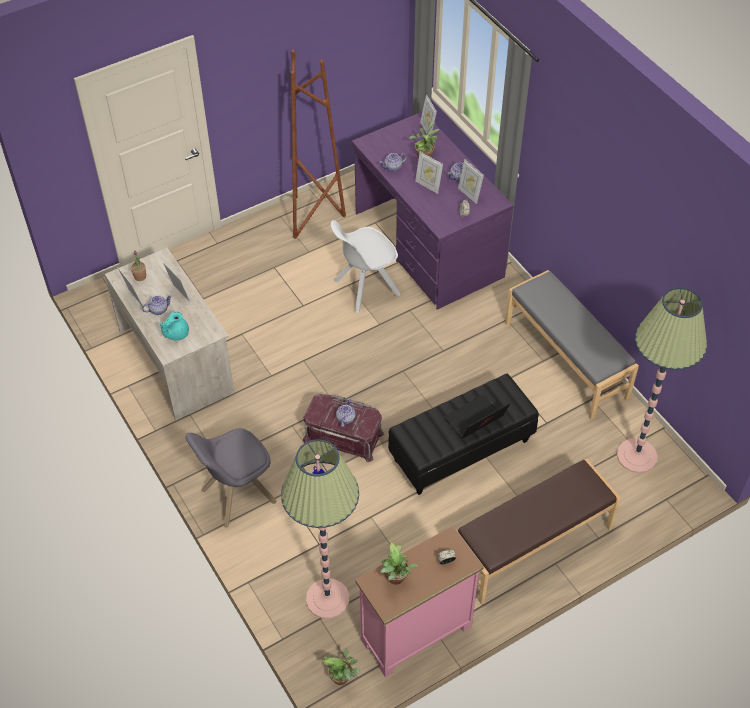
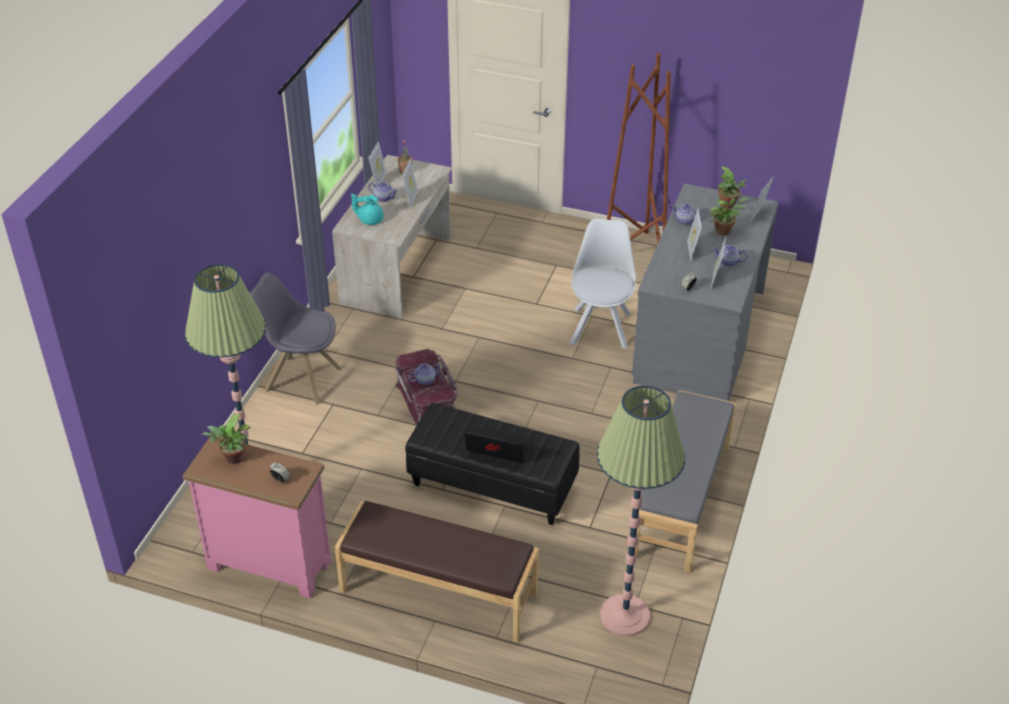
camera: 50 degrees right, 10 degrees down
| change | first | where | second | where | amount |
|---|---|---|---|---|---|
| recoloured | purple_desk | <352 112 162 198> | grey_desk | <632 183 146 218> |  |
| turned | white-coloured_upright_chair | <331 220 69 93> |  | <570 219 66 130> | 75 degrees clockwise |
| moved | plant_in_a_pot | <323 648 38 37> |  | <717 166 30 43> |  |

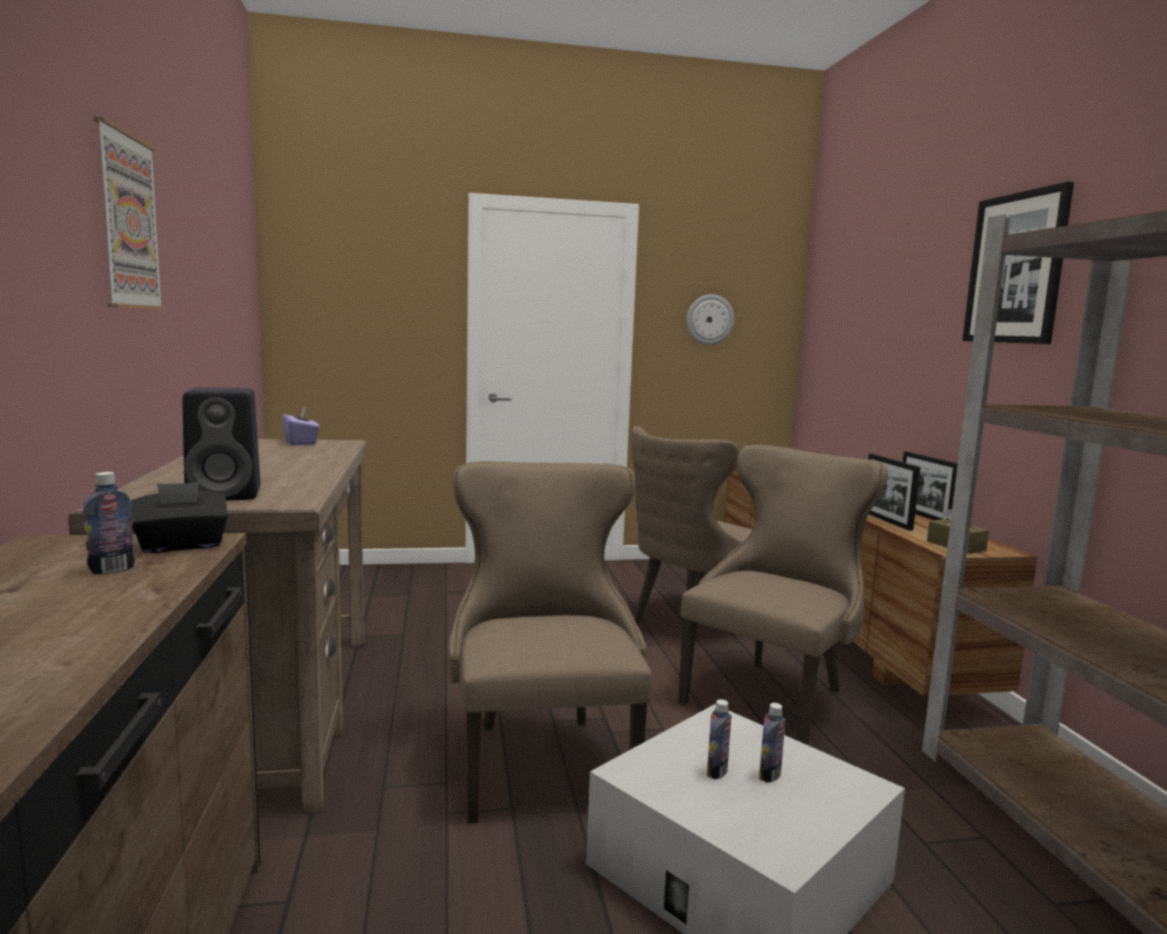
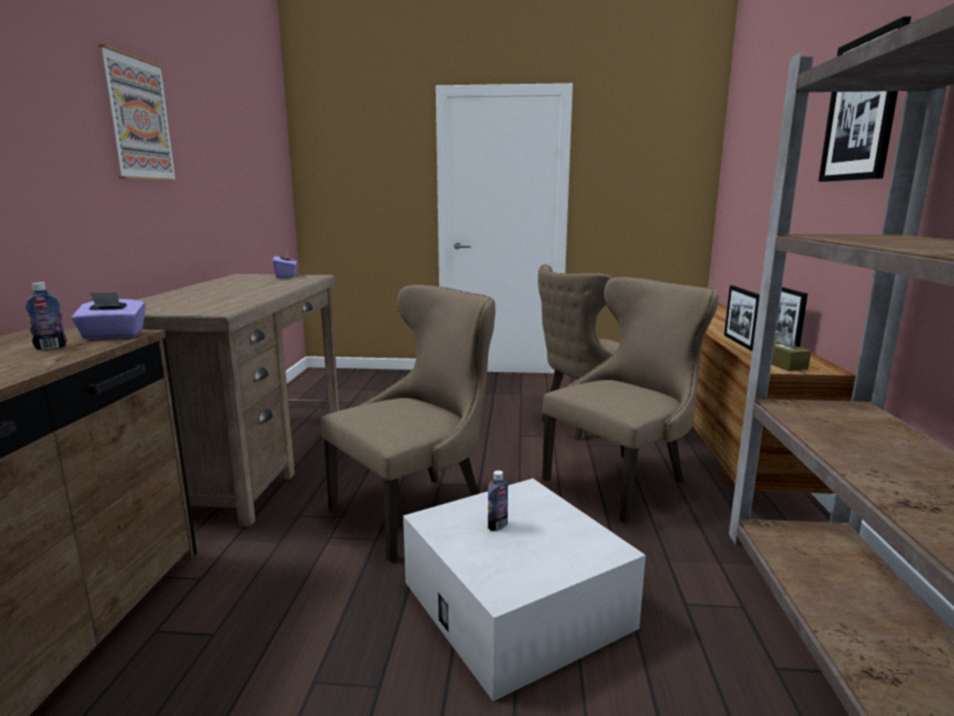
camera: 15 degrees right, 5 degrees up
| change | first | where | second | where | amount |
|---|---|---|---|---|---|
| removed | wall_clock | <686 294 48 51> |  |  |  |
| removed | blackish_loudspeaker | <182 387 78 113> |  |  |  |
| turned | beige_upright_chair | <447 461 205 363> |  | <321 284 174 278> | 45 degrees clockwise |
| recoloured | blackish_tissue_box | <131 482 97 71> | purple_tissue_box | <71 292 75 47> |  |
| removed | drink_bottle | <759 703 27 80> |  |  |  |

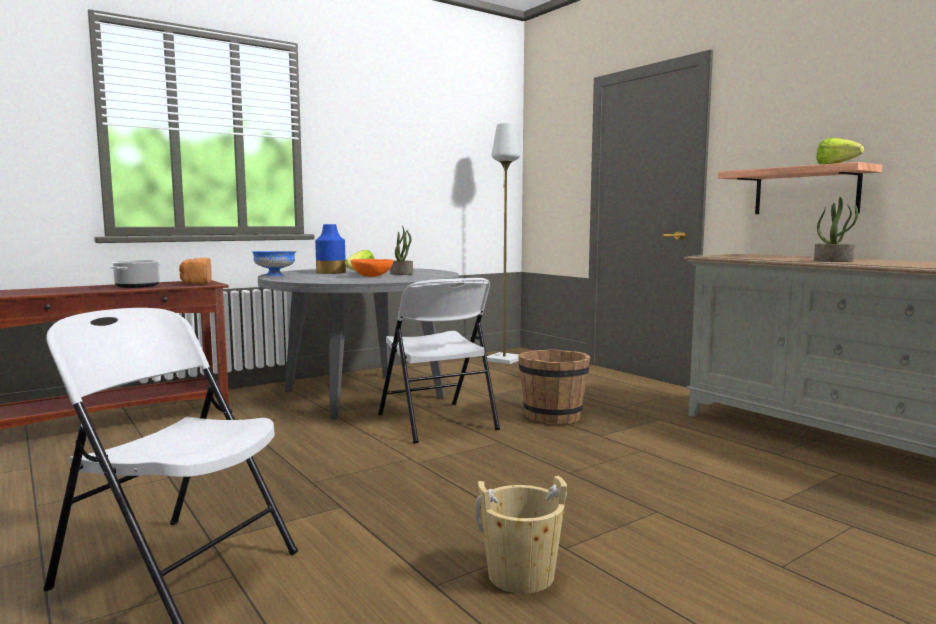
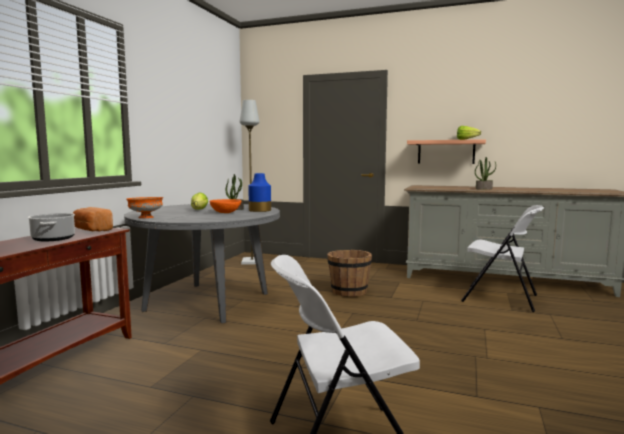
camera: 35 degrees left, 0 degrees up
| change | first | where | second | where | amount |
|---|---|---|---|---|---|
| moved | blue_flower_vase | <315 224 31 50> |  | <248 173 23 39> |  |
| recoloured | blue_deep_dish | <252 251 44 25> | orange-coloured_deep_dish | <127 197 36 21> |  |
| moved | white-coloured_upright_chair | <378 278 122 166> |  | <461 205 83 107> |  |
| removed | beige_bucket | <476 476 91 118> |  |  |  |

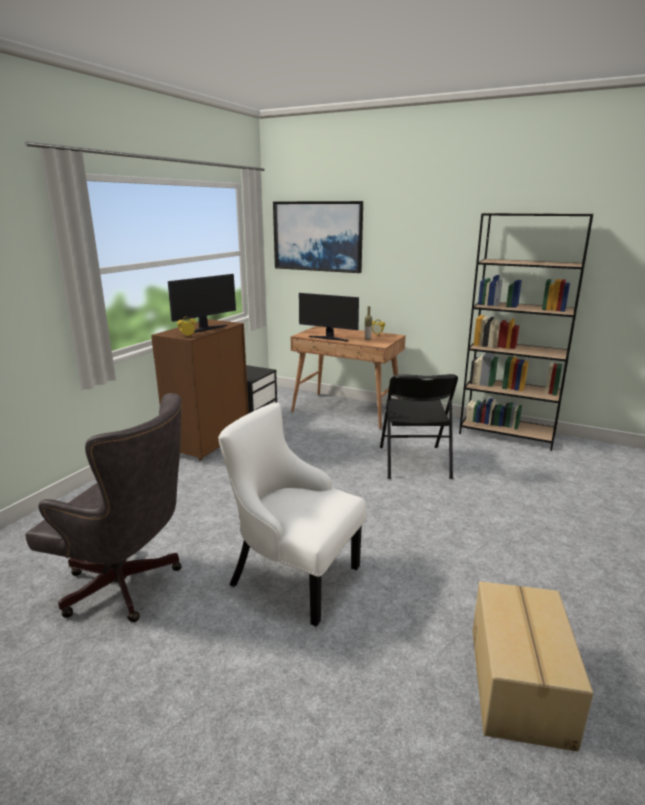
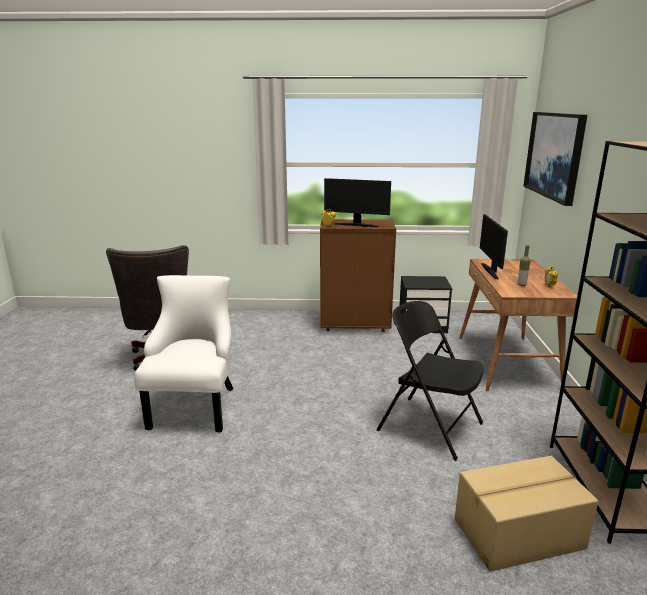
camera: 65 degrees right, 0 degrees up
| change | first | where | second | where | amount |
|---|---|---|---|---|---|
| turned | blackish_upright_chair | <380 374 78 105> |  | <377 301 106 160> | 60 degrees clockwise |
| moved | packing_box | <473 581 120 171> |  | <455 456 143 116> |  |

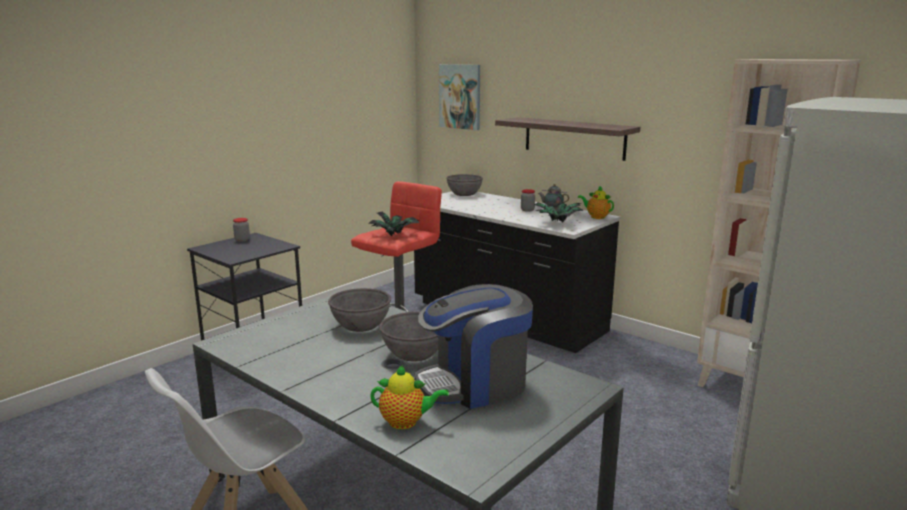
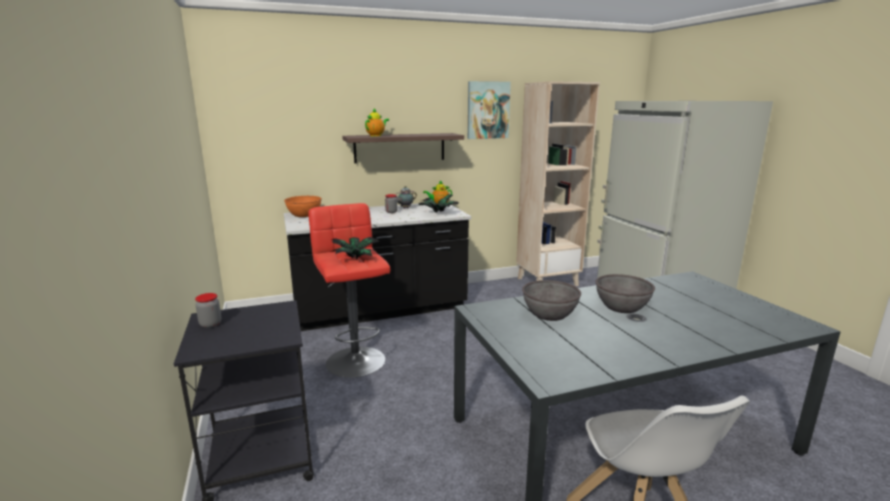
camera: 60 degrees left, 0 degrees up
| change | first | where | second | where | amount |
|---|---|---|---|---|---|
| moved | wall_art | <439 64 41 66> |  | <468 81 43 58> |  |
| recoloured | grey_deep_dish | <446 174 37 22> | orange-coloured_deep_dish | <284 196 38 21> |  |
| removed | coffee_brewer | <415 284 118 125> |  |  |  |
| moved | teapot | <370 365 79 64> |  | <365 108 24 28> |  |

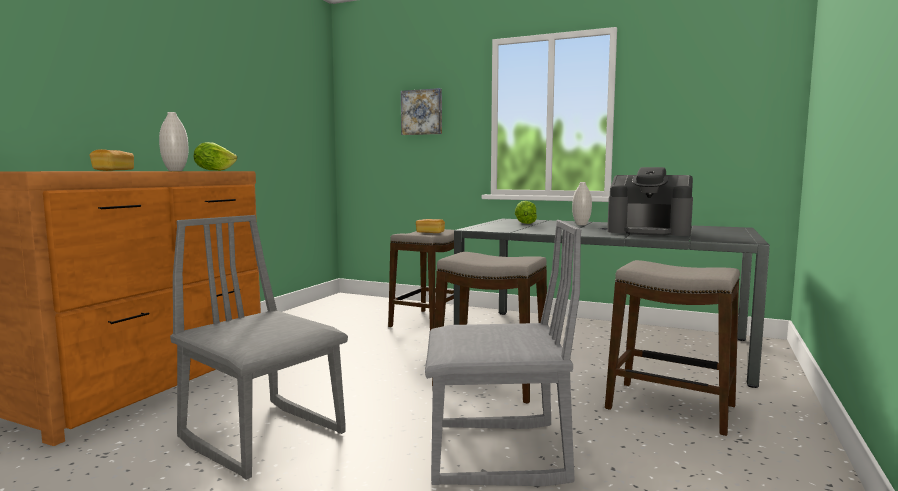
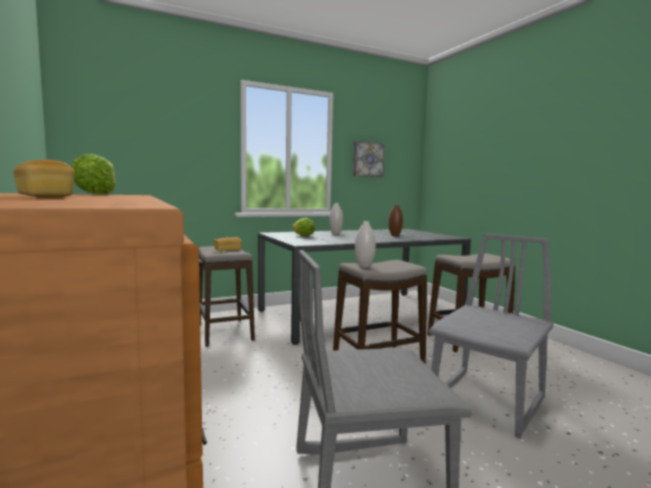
camera: 50 degrees left, 0 degrees up
| change | first | where | second | where | amount |
|---|---|---|---|---|---|
| moved | wall_art | <401 88 41 47> |  | <353 141 32 36> |  |
| moved | white-coloured_flower_vase | <159 112 29 59> |  | <355 221 21 47> |  |
| replaced | coffee_brewer | <607 167 86 69> | brownish_flower_vase | <389 204 14 32> |  |

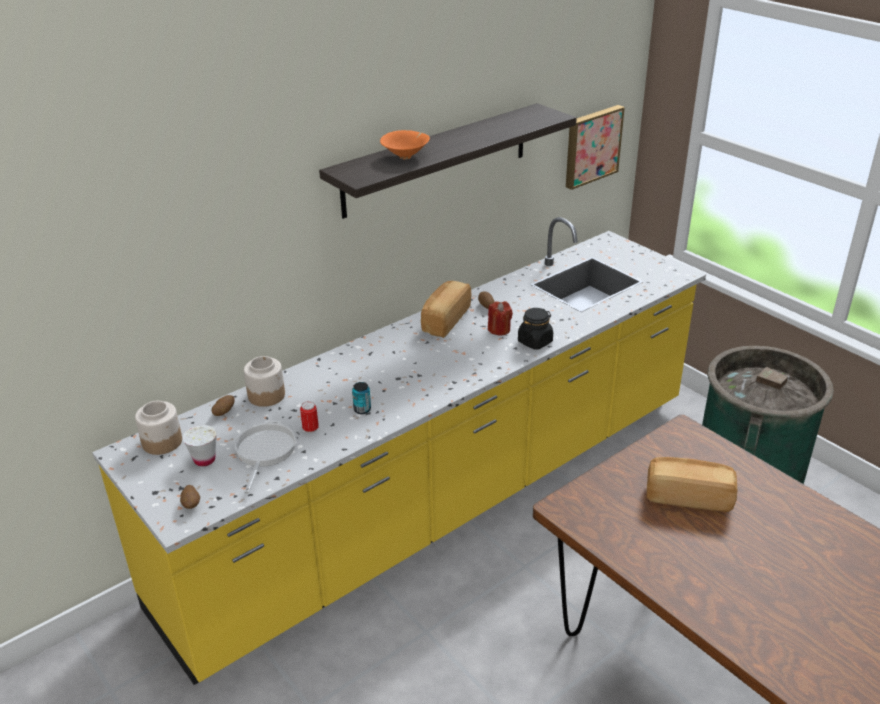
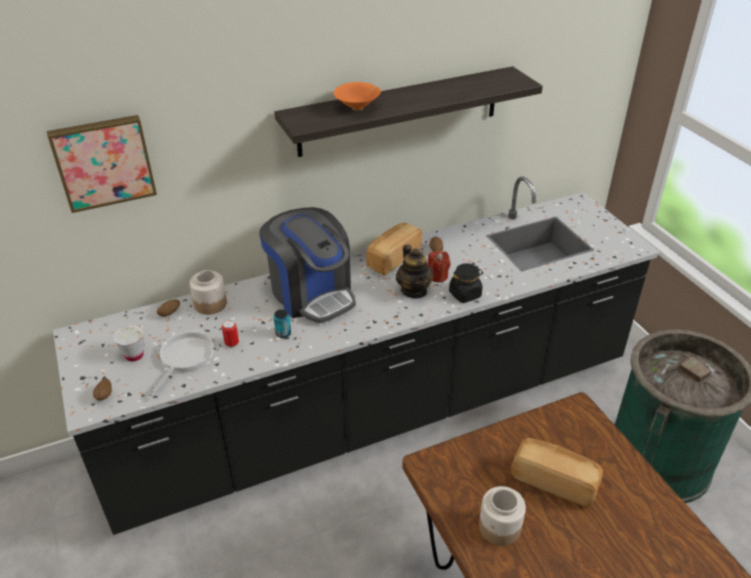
camera: 15 degrees right, 5 degrees up
| change | first | where | second | where | amount |
|---|---|---|---|---|---|
| moved | wall_art | <566 105 59 85> |  | <47 115 110 98> |  |
| recoloured | yellow_kitchen_base_unit | <92 217 614 468> | blackish_kitchen_base_unit | <53 176 607 359> |  |
| moved | storage_jar | <135 401 47 54> |  | <479 486 47 60> |  |
| added |  |  | coffee_brewer | <259 207 97 116> |  |
| added |  |  | teapot | <396 244 38 55> |  |

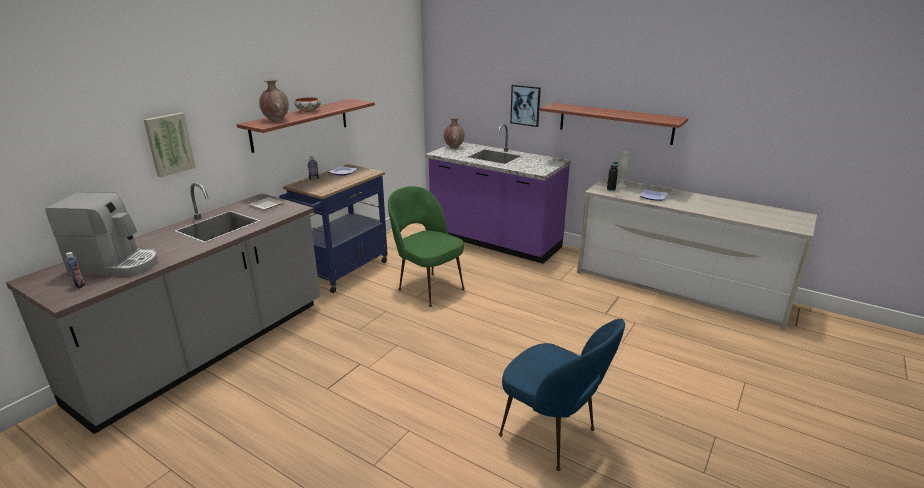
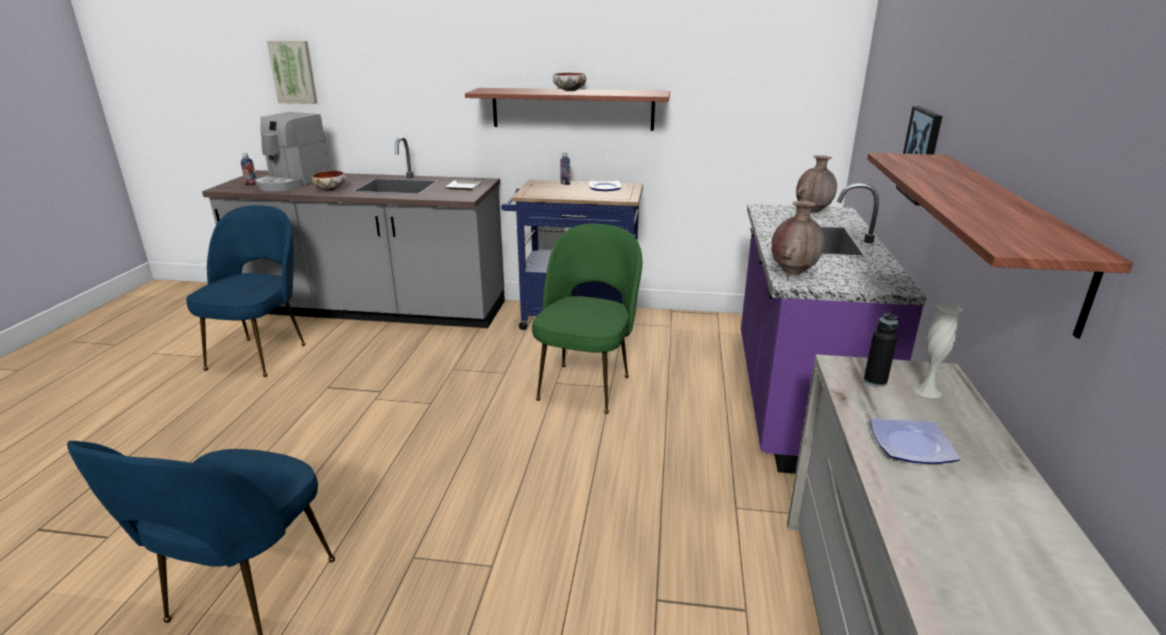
camera: 65 degrees right, 0 degrees up
| change | first | where | second | where | amount |
|---|---|---|---|---|---|
| moved | brownish_flower_vase | <259 79 30 42> |  | <771 201 54 74> |  |
| moved | wall_art | <143 113 53 64> |  | <267 41 50 63> |  |
| turned | coffee_brewer | <45 192 113 84> |  | <255 112 74 80> | 45 degrees clockwise |
| added |  |  | deep_dish | <311 171 35 20> |  |
| added |  |  | blue_upright_chair | <186 205 120 172> |  |

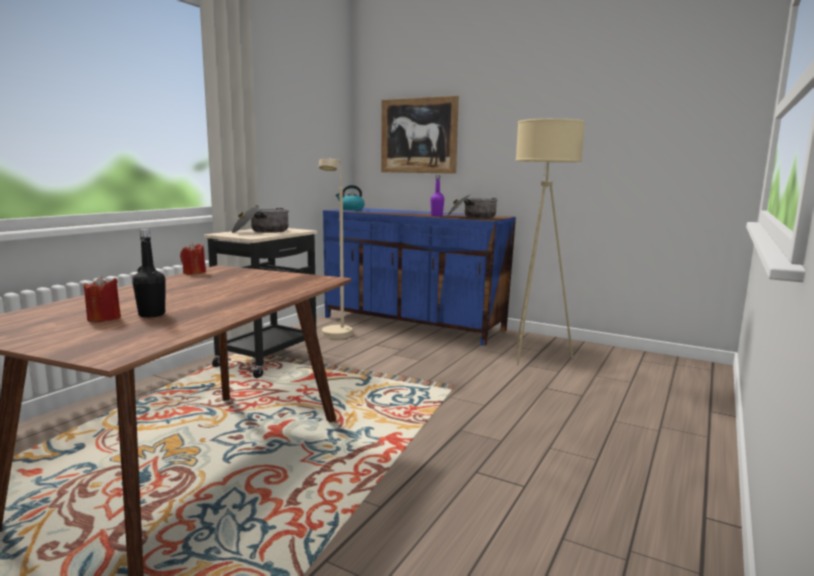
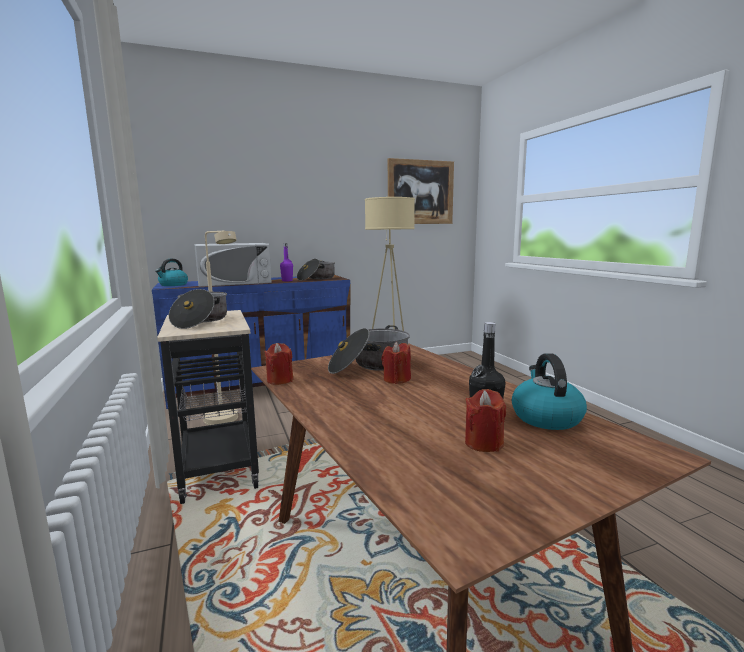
camera: 50 degrees left, 0 degrees up
| change | first | where | second | where | amount |
|---|---|---|---|---|---|
| moved | wall_art | <381 96 78 78> |  | <388 158 66 66> |  |
| added |  |  | white-coloured_microwave_oven | <194 243 78 44> |  |
| added |  |  | saucepot | <328 325 82 49> |  |
| added |  |  | red_candle | <381 342 30 42> |  |
| added |  |  | kettle | <512 353 75 77> |  |

